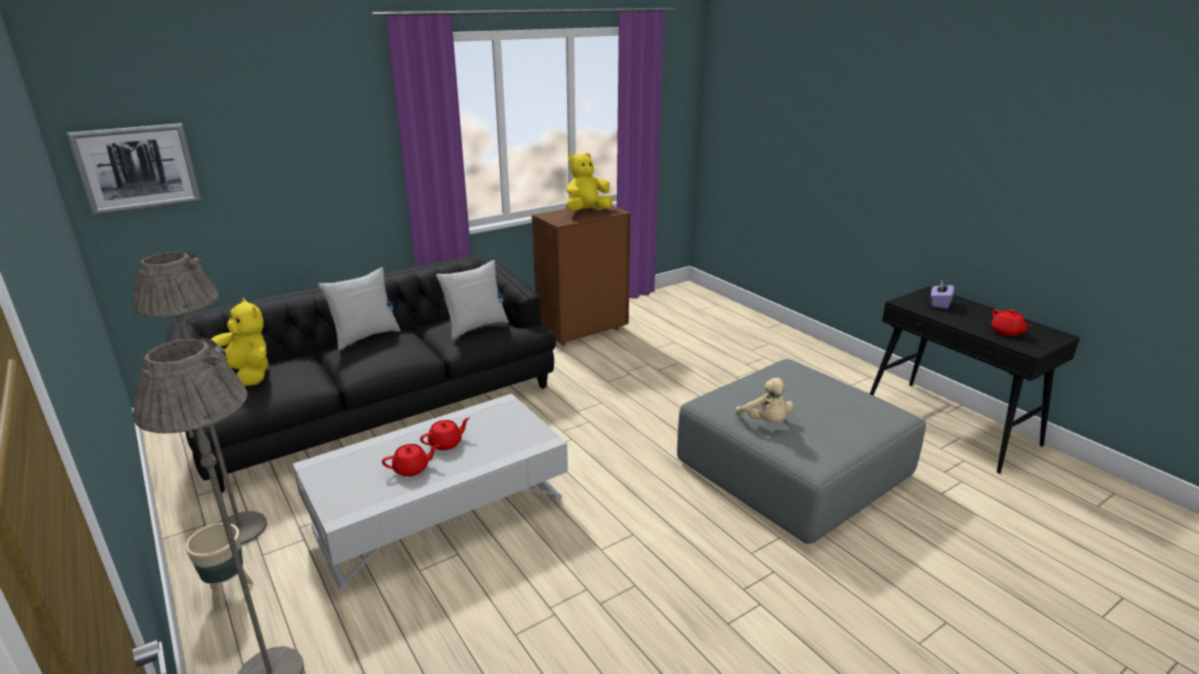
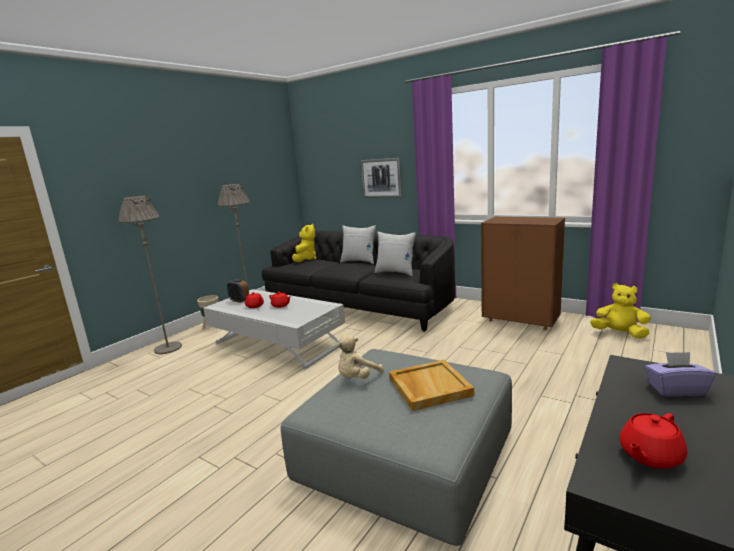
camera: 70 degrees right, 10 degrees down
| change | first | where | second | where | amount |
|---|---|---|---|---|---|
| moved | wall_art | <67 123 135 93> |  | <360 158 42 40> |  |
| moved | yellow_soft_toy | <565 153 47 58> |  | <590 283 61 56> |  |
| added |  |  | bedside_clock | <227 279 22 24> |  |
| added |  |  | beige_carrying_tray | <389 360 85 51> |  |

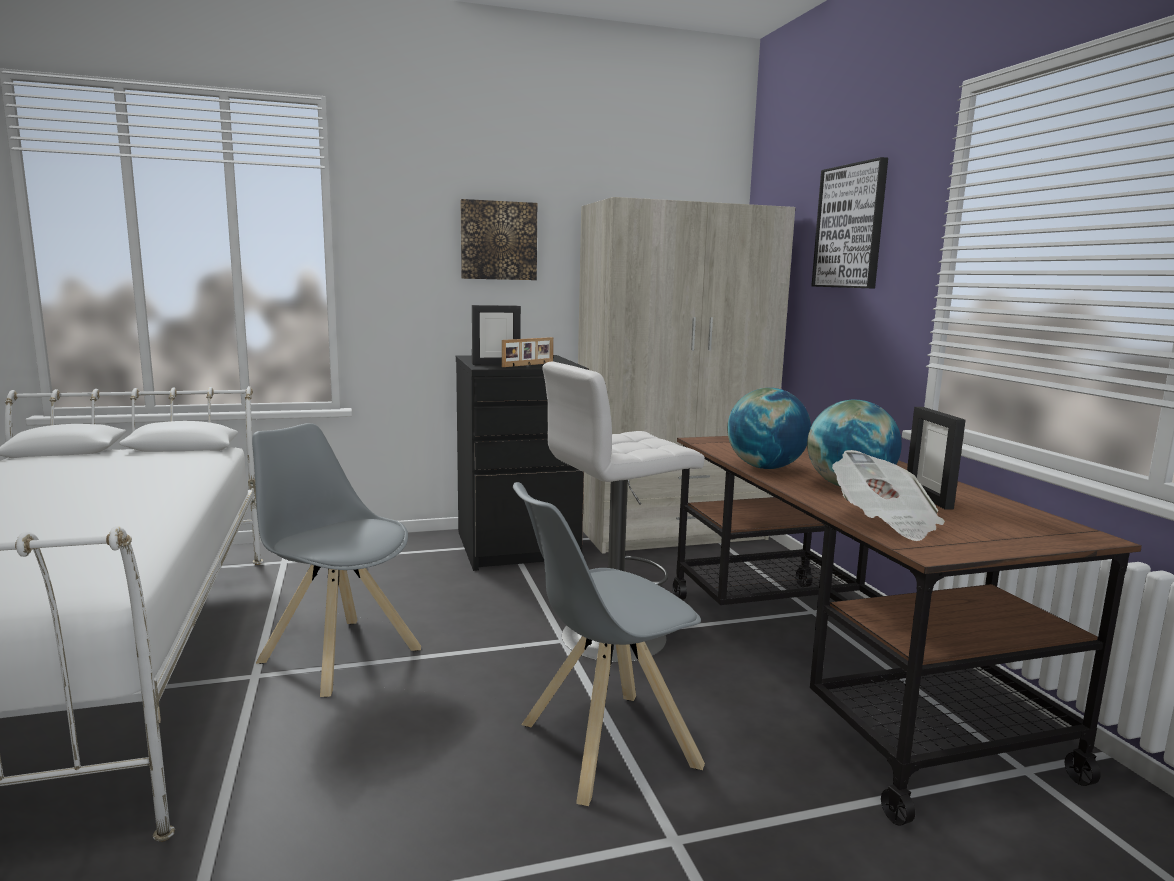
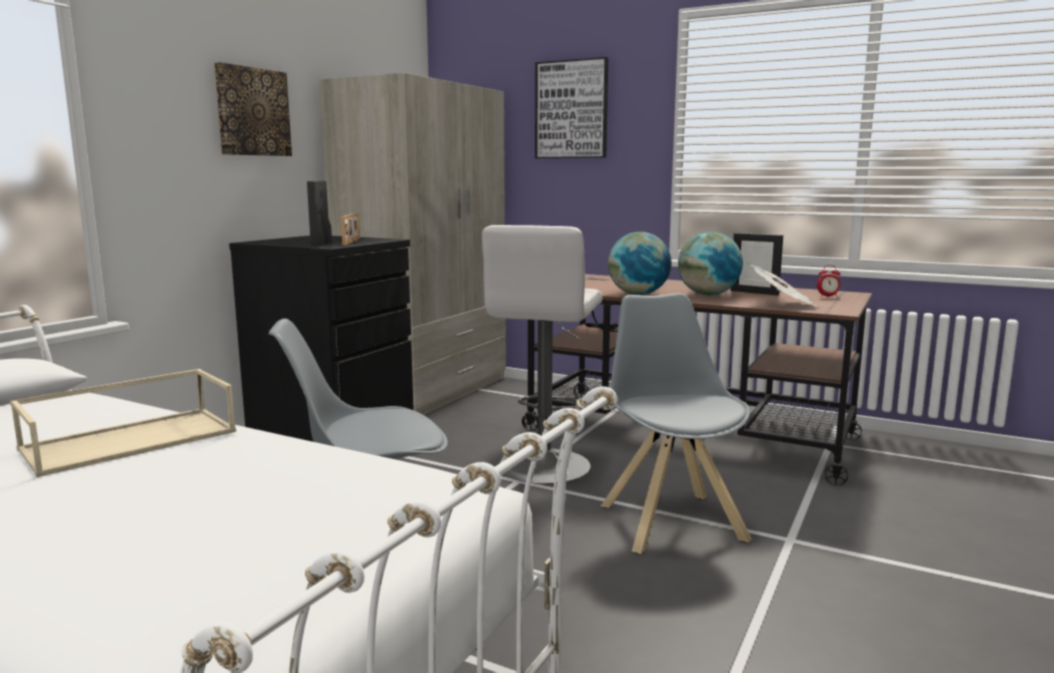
camera: 45 degrees left, 0 degrees up
| change | first | where | second | where | amount |
|---|---|---|---|---|---|
| turned | standing_frame | <472 305 49 60> |  | <307 181 25 66> | 150 degrees clockwise |
| turned | grey_upright_chair | <513 482 192 324> |  | <601 293 151 261> | 150 degrees clockwise |
| added |  |  | bedside_clock | <817 265 23 32> |  |
| added |  |  | beige_carrying_tray | <10 369 226 108> |  |

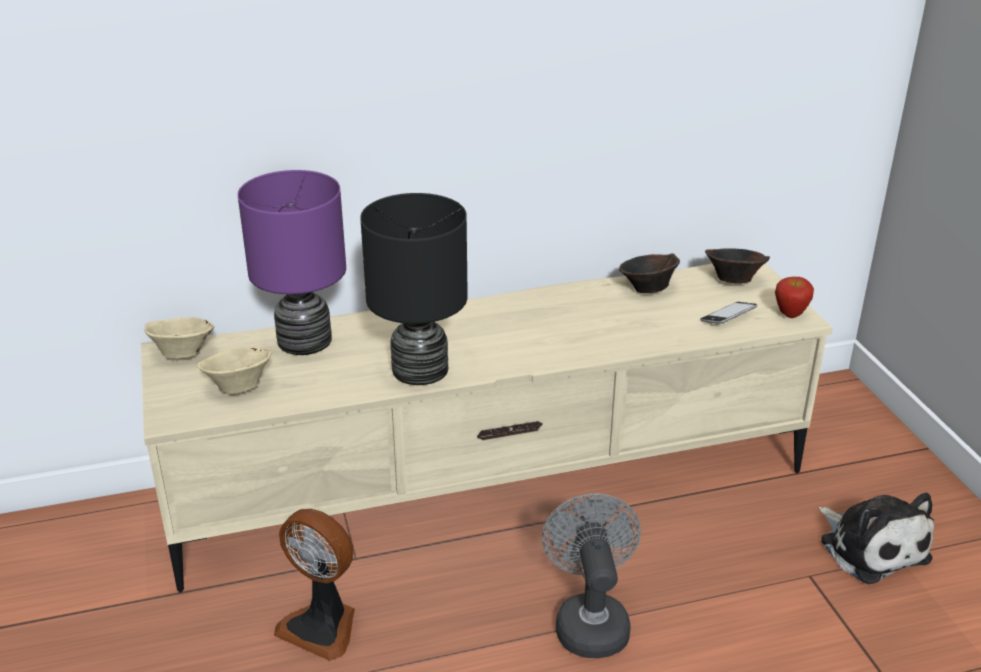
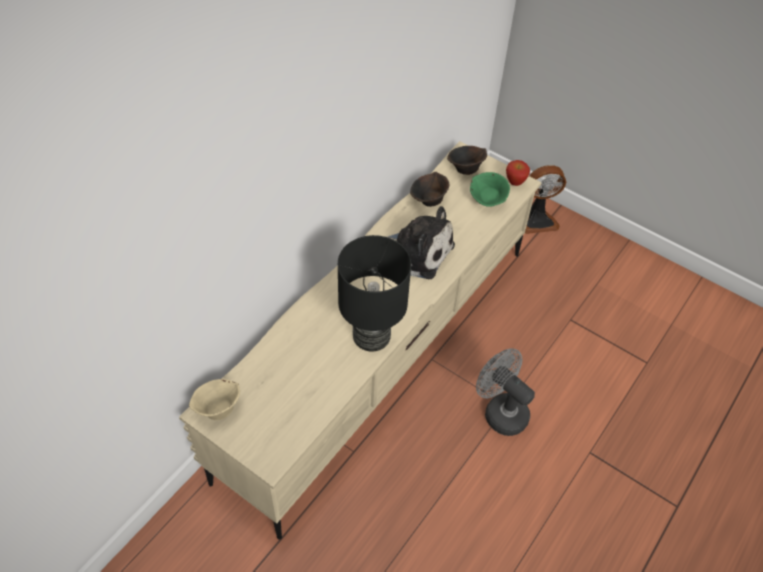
camera: 40 degrees left, 20 degrees up
| change | first | where | second | where | amount |
|---|---|---|---|---|---|
| removed | purple_table_lamp | <238 170 108 185> |  |  |  |
| replaced | phone | <700 302 57 22> | green-coloured_deep_dish | <470 172 40 35> |  |
| removed | beige_deep_dish | <197 347 75 47> |  |  |  |
| moved | soft_toy | <819 492 115 93> |  | <388 206 67 73> |  |
| moved | cooling_fan | <274 509 81 152> |  | <525 165 41 69> |  |

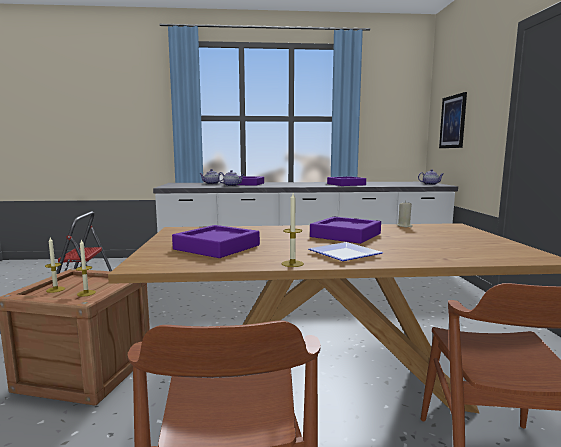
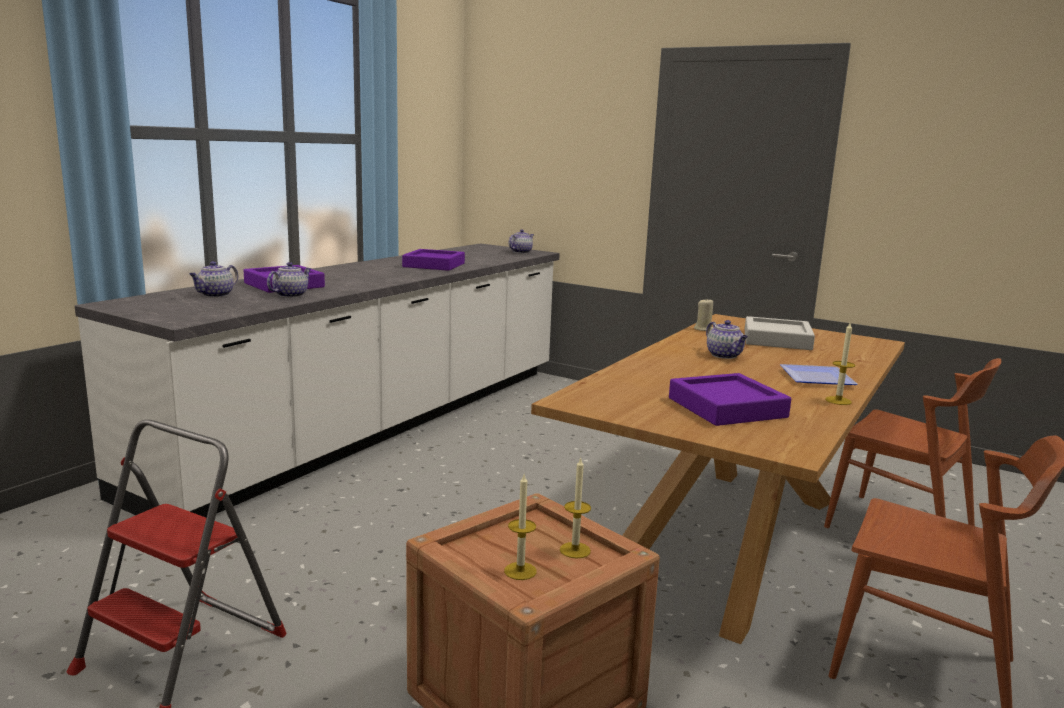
camera: 55 degrees left, 5 degrees up
| change | first | where | second | where | amount |
|---|---|---|---|---|---|
| removed | wall_art | <439 92 28 56> |  |  |  |
| replaced | purple_carrying_tray | <310 217 71 27> | teapot | <706 320 42 39> |  |
| added |  |  | grey_carrying_tray | <745 316 70 34> |  |

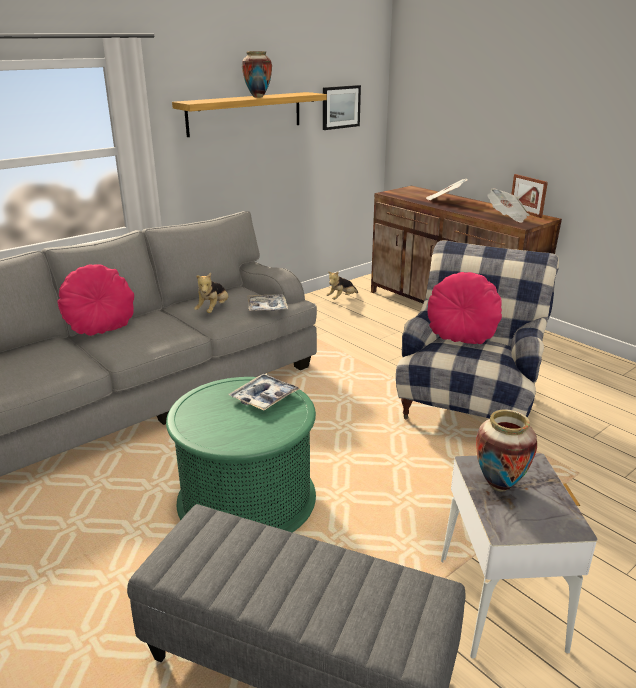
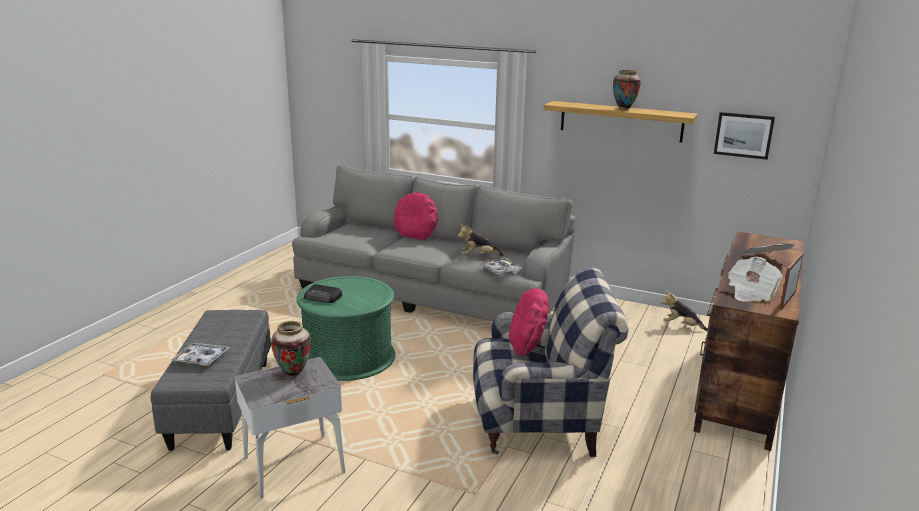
camera: 65 degrees right, 5 degrees down
| change | first | where | second | where | amount |
|---|---|---|---|---|---|
| moved | carrying_tray | <229 374 71 36> |  | <171 343 59 23> |  |
| added |  |  | radio_set | <304 284 38 19> |  |

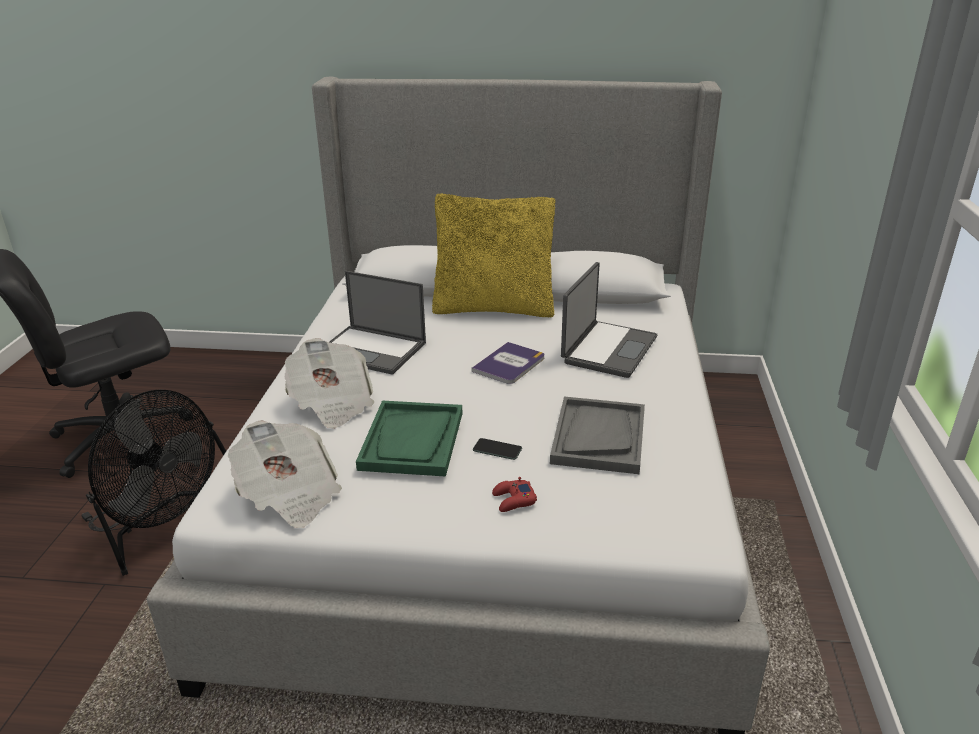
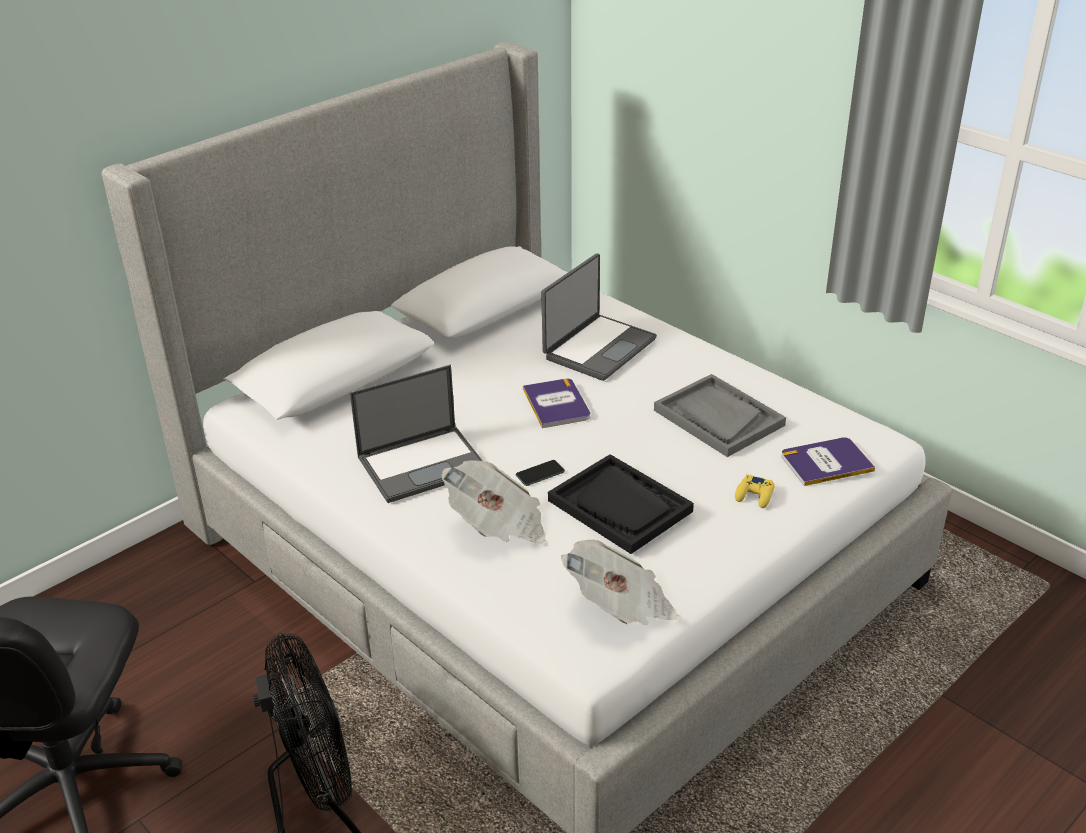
camera: 50 degrees left, 5 degrees up
| change | first | where | second | where | amount |
|---|---|---|---|---|---|
| removed | yellow_pillow | <432 193 124 124> |  |  |  |
| turned | notebook_computer | <561 262 96 116> |  | <541 253 116 128> | 60 degrees clockwise |
| recoloured | green-coloured_carrying_tray | <356 401 106 76> | blackish_carrying_tray | <548 454 146 100> |  |
| moved | phone | <473 438 49 22> |  | <516 460 49 26> |  |
| recoloured | red_gamepad | <492 477 45 35> | yellow_gamepad | <735 474 40 34> |  |
| added |  |  | bound_book | <781 437 94 49> |  |

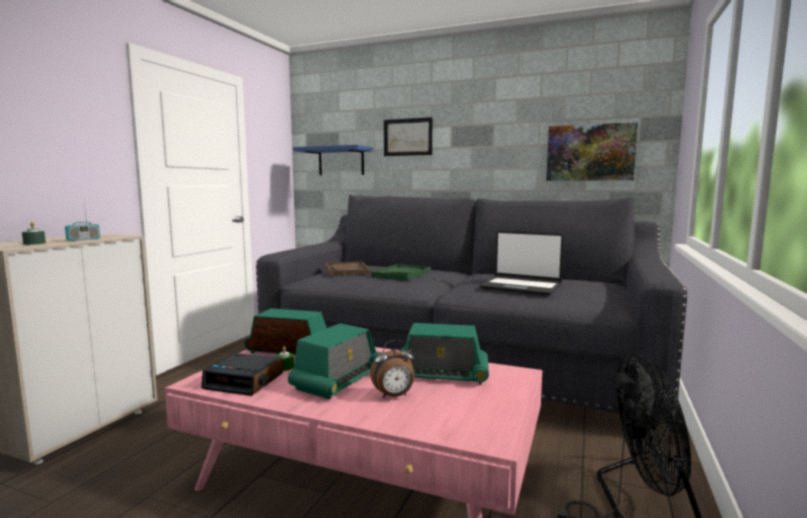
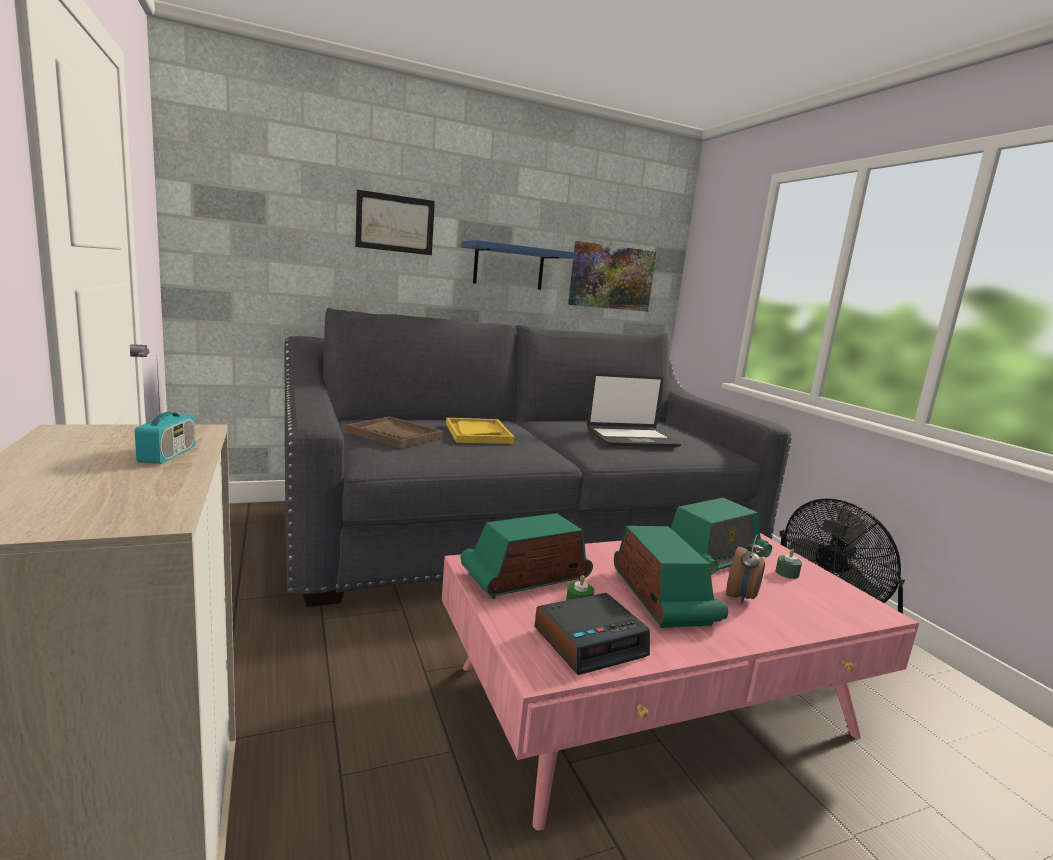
camera: 45 degrees left, 5 degrees up
| change | first | where | second | where | amount |
|---|---|---|---|---|---|
| moved | blue_wall_shelf | <293 145 80 30> |  | <461 240 116 50> |  |
| moved | green-coloured_candle | <22 222 24 23> |  | <776 549 26 30> |  |
| recoloured | green-coloured_carrying_tray | <371 264 60 17> | yellow_carrying_tray | <446 418 68 26> |  |

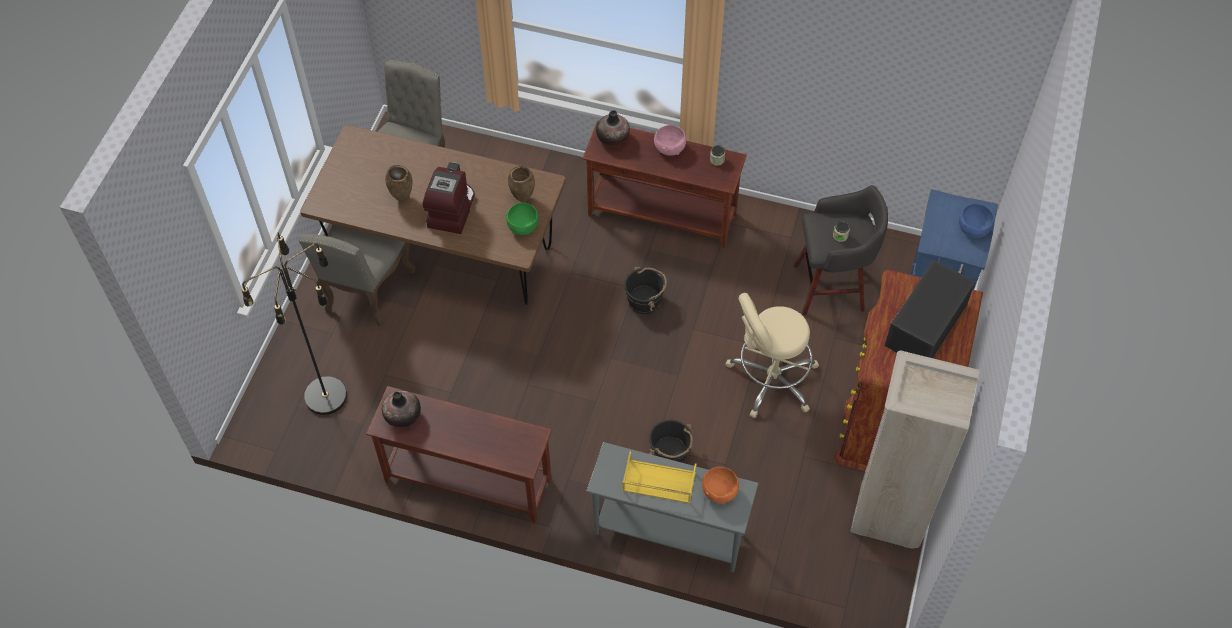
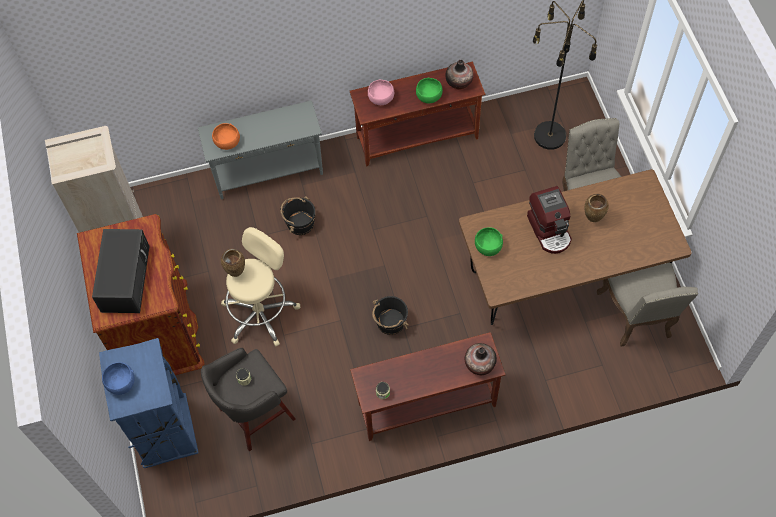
camera: 150 degrees right, 5 degrees up
| change | first | where | second | where | amount |
|---|---|---|---|---|---|
| moved | pinkish_deep_dish | <654 125 32 31> |  | <368 79 26 26> |  |
| moved | brownish_flower_vase | <508 166 27 36> |  | <221 249 24 28> |  |
| removed | yellow_carrying_tray | <622 452 74 51> |  |  |  |
| added |  |  | green-coloured_deep_dish | <416 78 27 25> |  |

